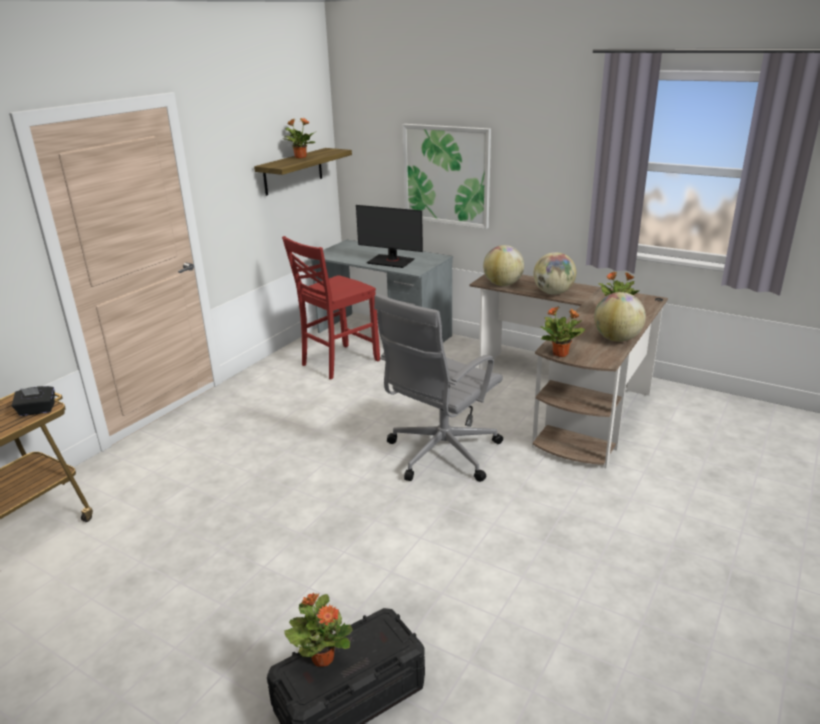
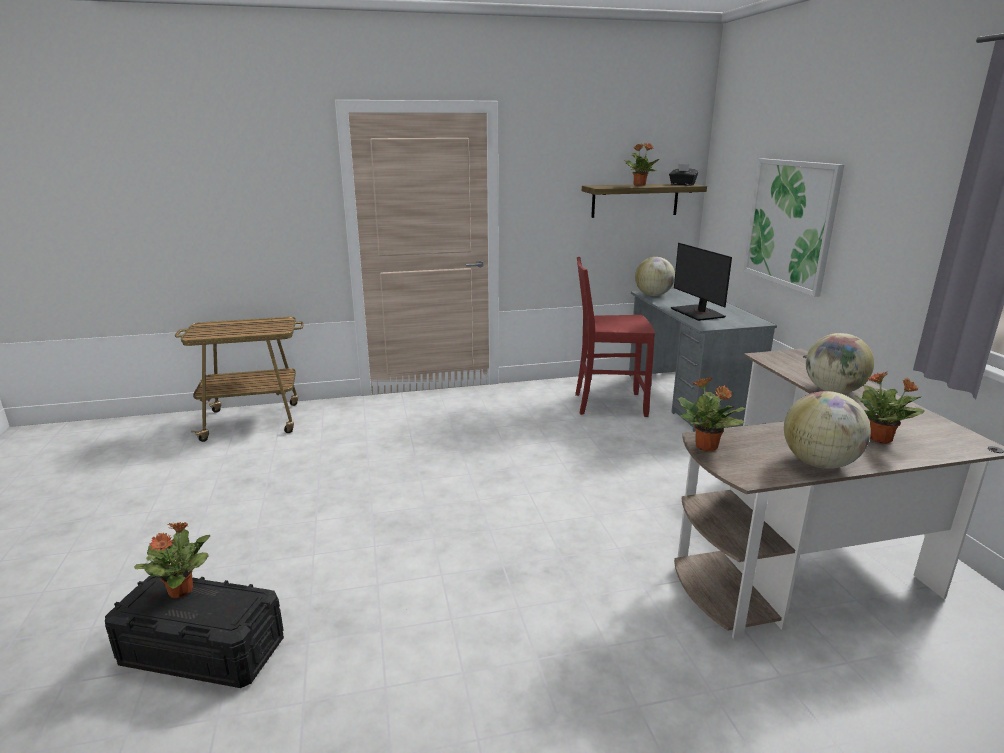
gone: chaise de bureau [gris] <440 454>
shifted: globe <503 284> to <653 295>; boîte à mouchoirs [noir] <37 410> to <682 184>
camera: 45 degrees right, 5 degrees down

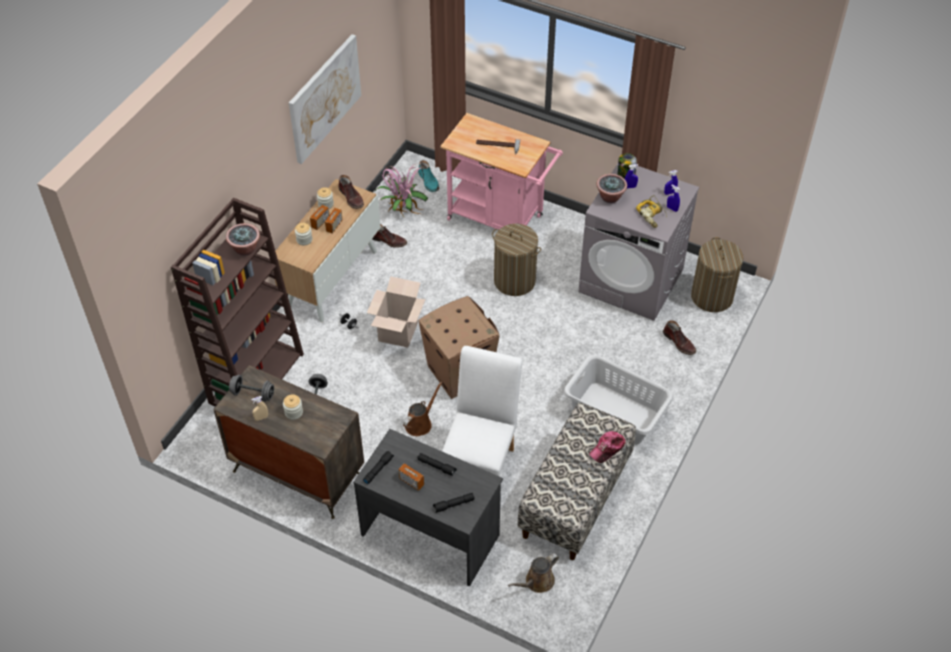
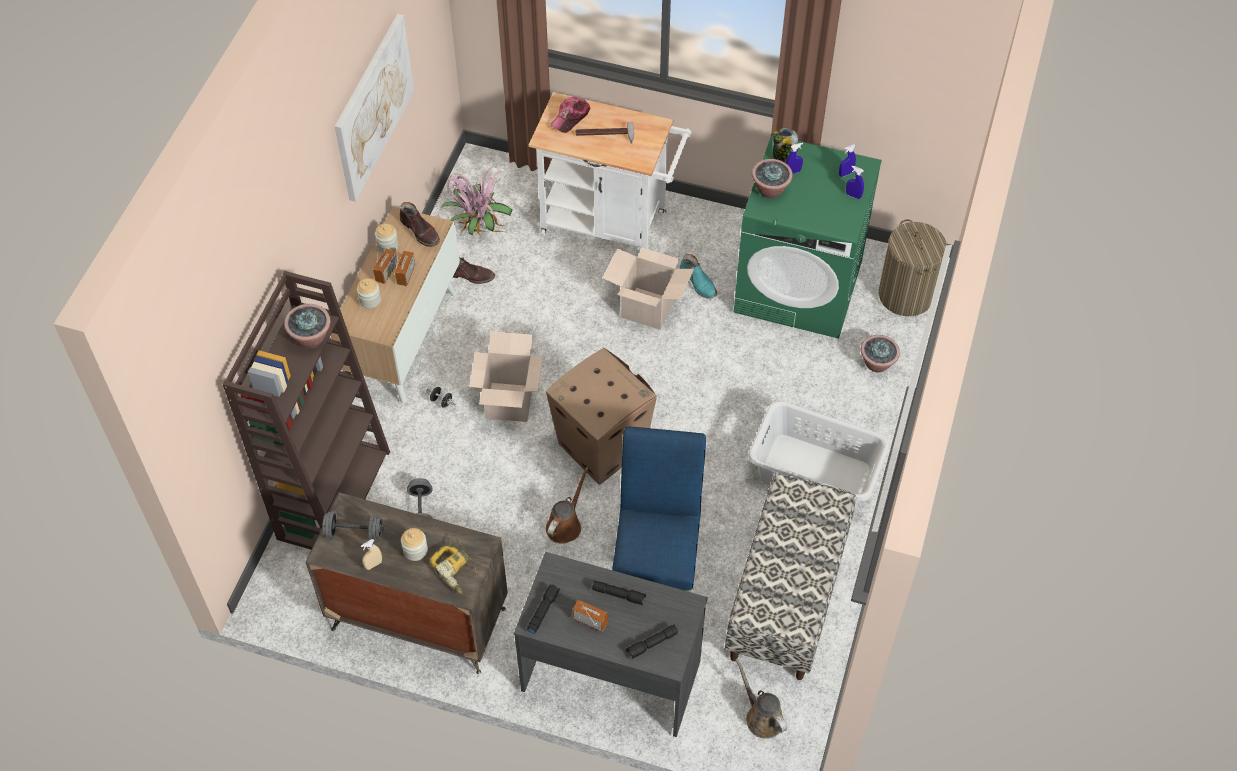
shifted: perceuse <652 215> to <456 568>; casquette <607 449> to <570 117>; botte [turquoise] <429 181> to <699 282>
swapped: panier à linge <514 281> to carton <647 309>; botte [marron] <679 342> to plante en pot <877 364>
repainted: chariot [rose] <500 219> to chariot [blanc] <611 225>; chaise [blanc] <481 464> to chaise [bleu] <657 568>; lave-linge [gris] <631 280> to lave-linge [vert] <799 287>
rotated: arrosoir [marron] <537 582> = <761 717> 105 degrees clockwise
camera: 10 degrees left, 5 degrees up

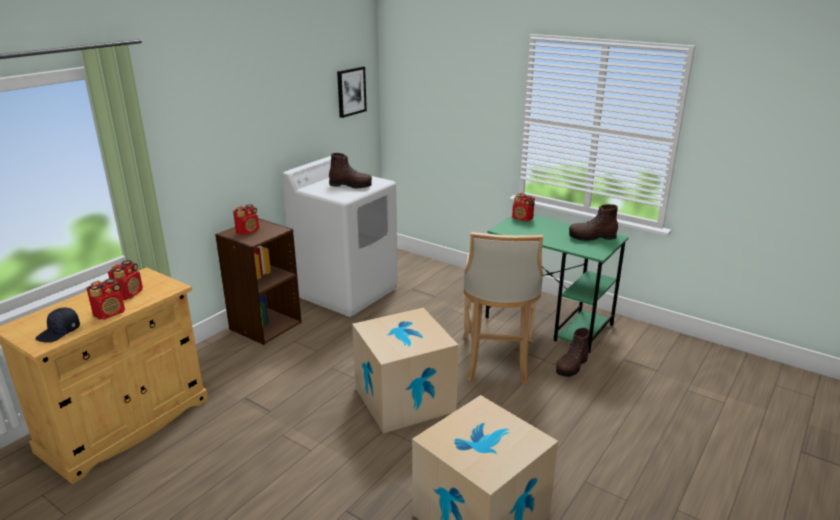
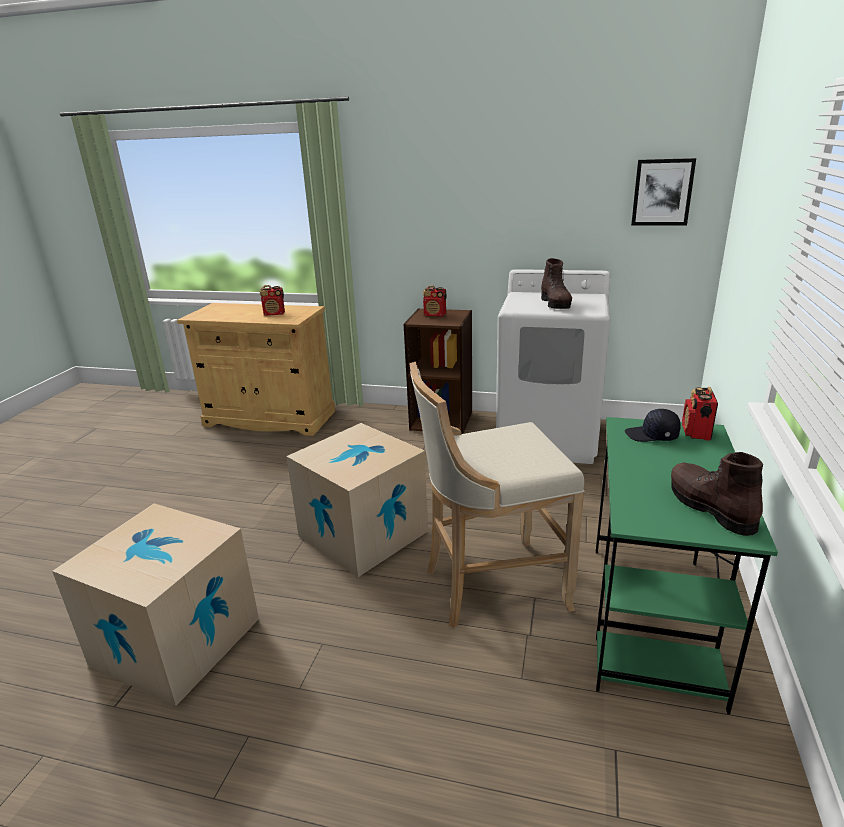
gone: radio <110 313>; botte [marron] <572 366>
shifted: casquette [noir] <59 332> to <652 436>
camera: 70 degrees right, 0 degrees up

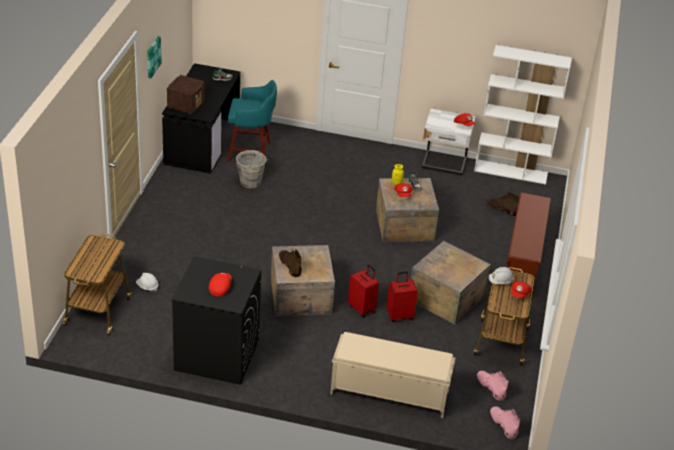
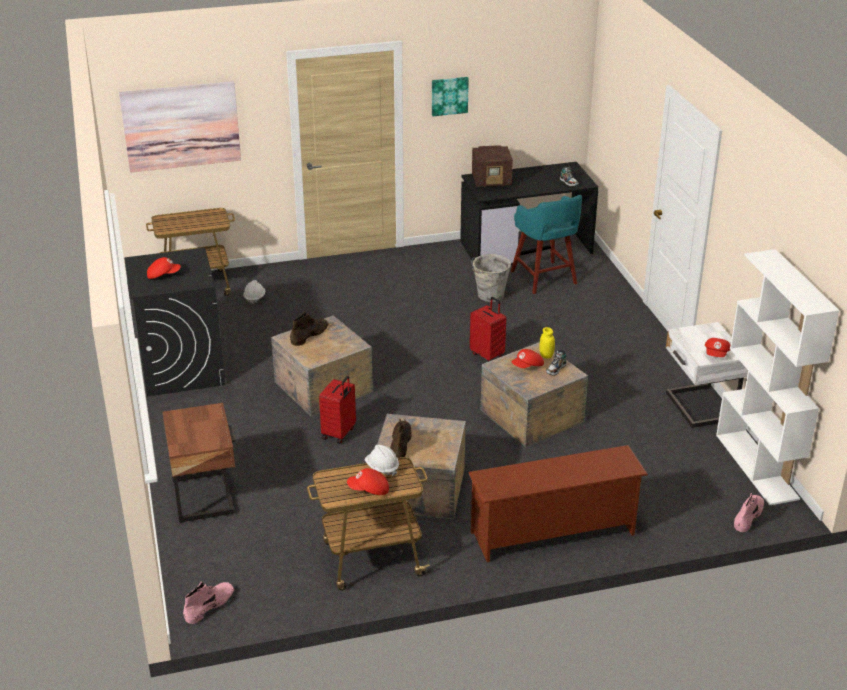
new: tableau <181 126>
shifted: botte [marron] <501 208> to <400 442>; valise [rouge] <399 315> to <488 355>; botte [rose] <490 387> to <748 516>
swapped: banc [beige] <389 392> to table de chevet [marron] <205 496>
camera: 65 degrees right, 5 degrees down

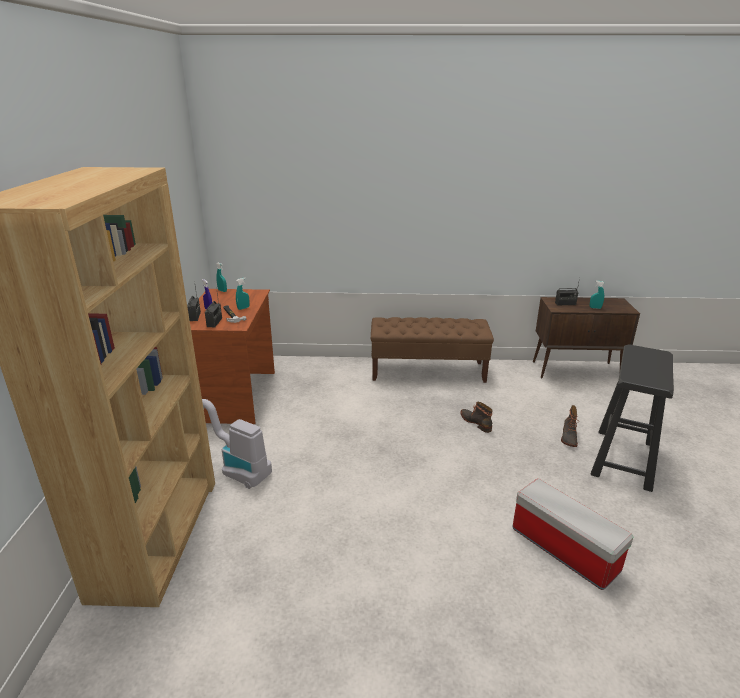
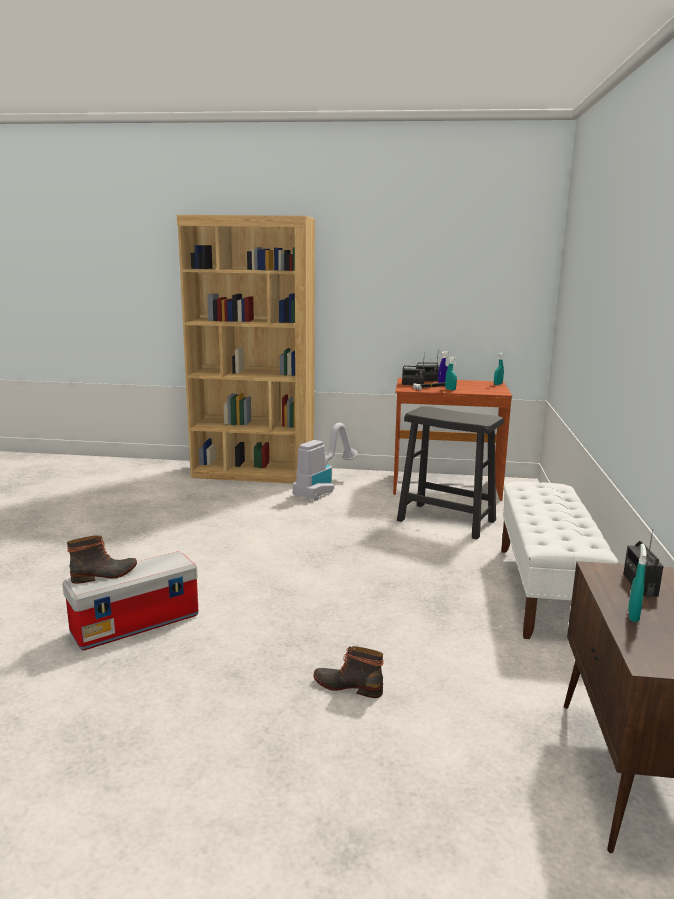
shifted: botte <476 422> to <105 575>; tabouret [noir] <623 459> to <445 520>
repainted: banc [marron] <428 371> to banc [blanc] <545 591>
camera: 95 degrees right, 10 degrees down

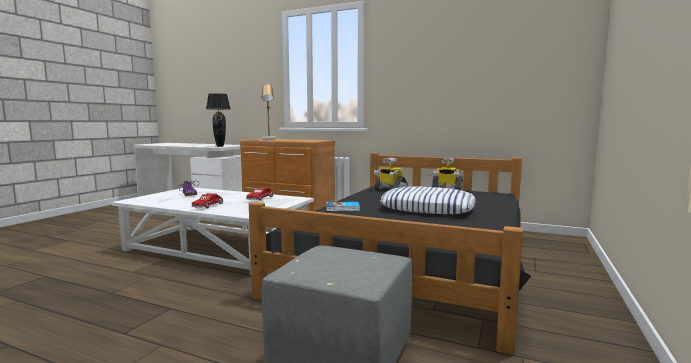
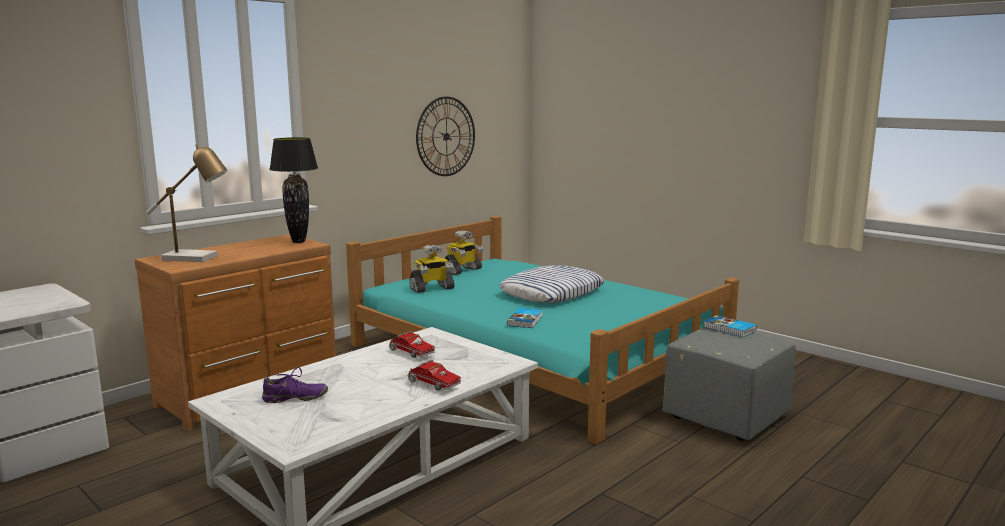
new: horloge murale <446 136>; livre <729 329>
shifted: lampe de table [noir] <220 146> to <298 241>
repainted: lit [noir] <414 260> to lit [turquoise] <535 356>
camera: 70 degrees left, 5 degrees up

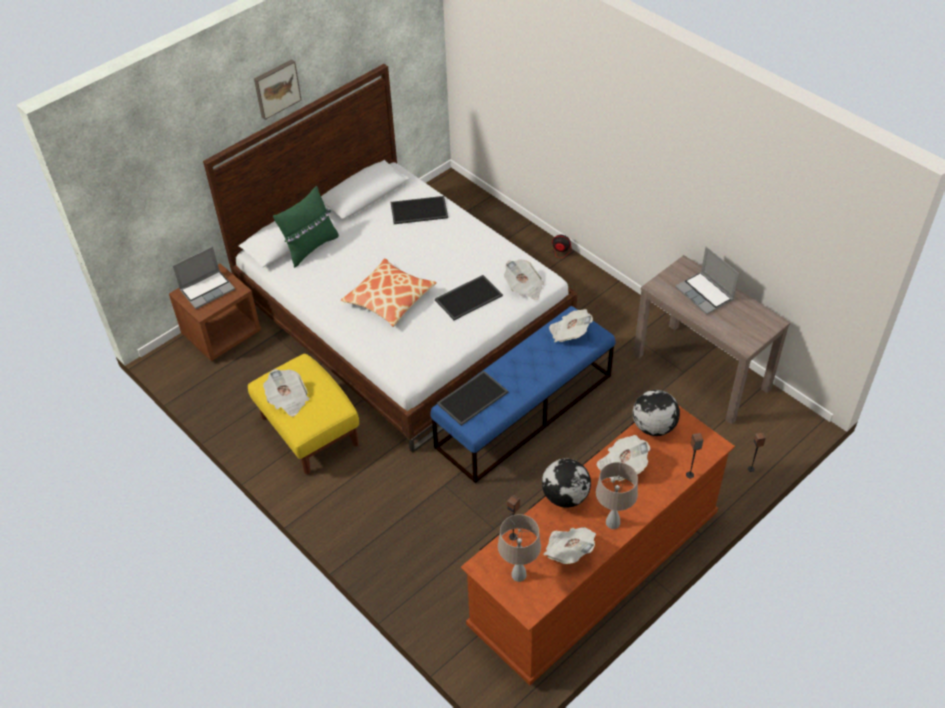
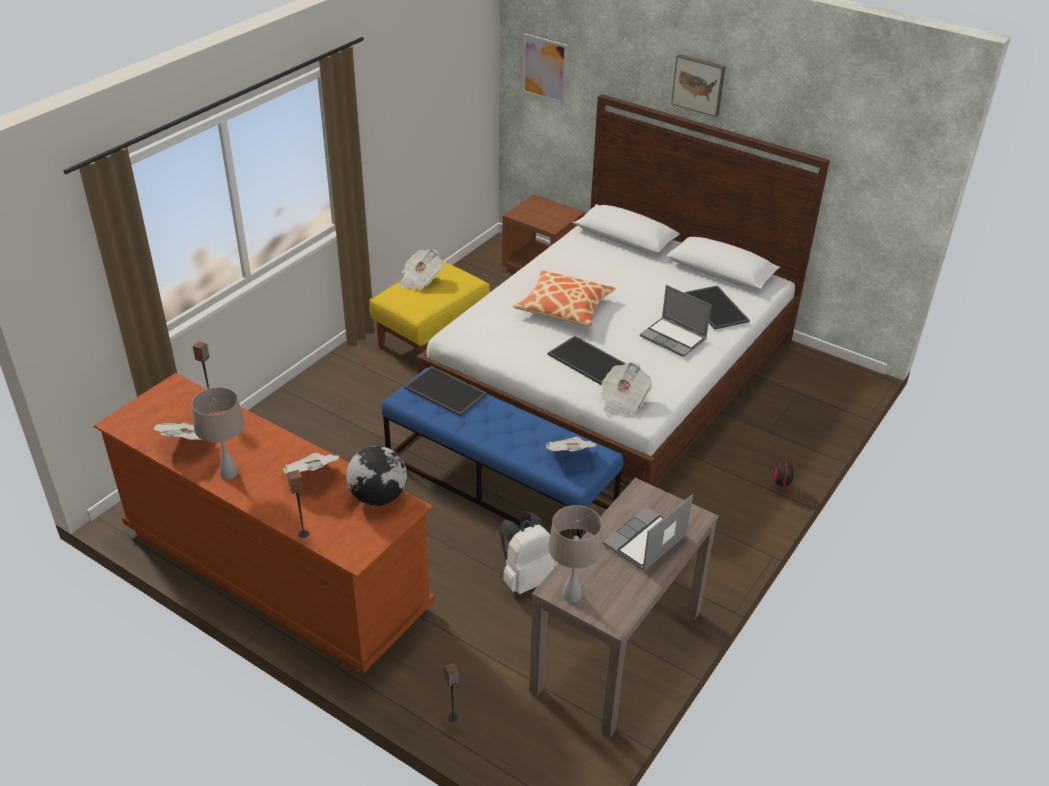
gone: coussin [vert] <310 247>; globe <565 496>
new: sac à dos [blanc] <526 578>; tableau <544 69>
shifted: lampe de table [beige] <518 575> to <571 595>; ordinateur portable <207 289> to <674 338>
camera: 75 degrees right, 10 degrees down

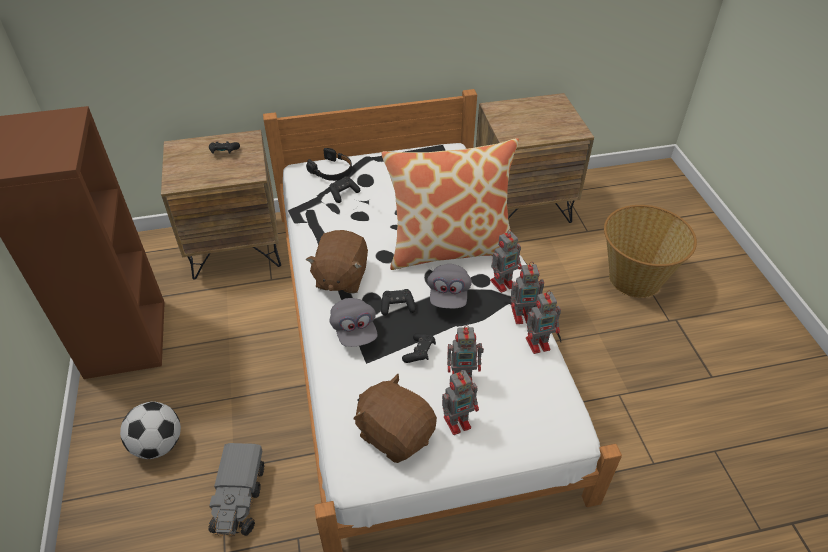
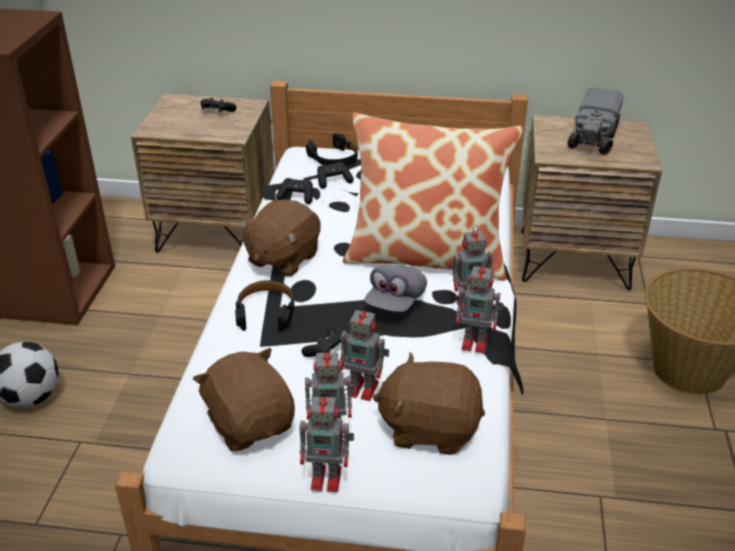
new: peluche [marron] <430 428>
shifted: manette [noir] <397 306> to <296 197>; robot jouet <539 343> to <328 478>; camion jouet <239 499> to <594 137>
swapped: casquette [gris] <354 331> to casque audio [noir] <266 312>
camera: 20 degrees right, 10 degrees down

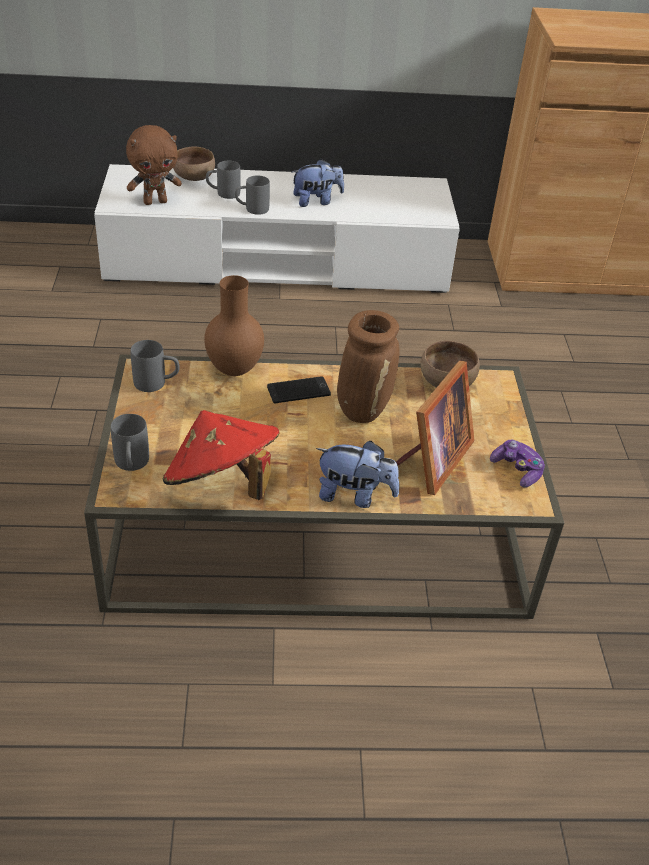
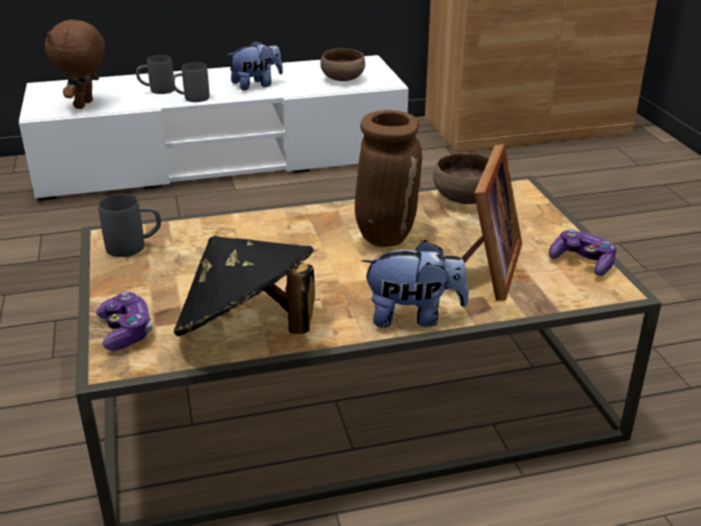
gone: vase [marron] <235 370>; téléphone <298 391>
shifted: bol [marron] <194 178> to <343 79>
swapped: mug [gris] <131 465> to manette <126 331>
repainted: chapeau [rouge] <222 484> to chapeau [noir] <247 332>
rotated: peluche [marron] <155 202> = <85 105> 135 degrees clockwise
camera: 10 degrees left, 10 degrees down

